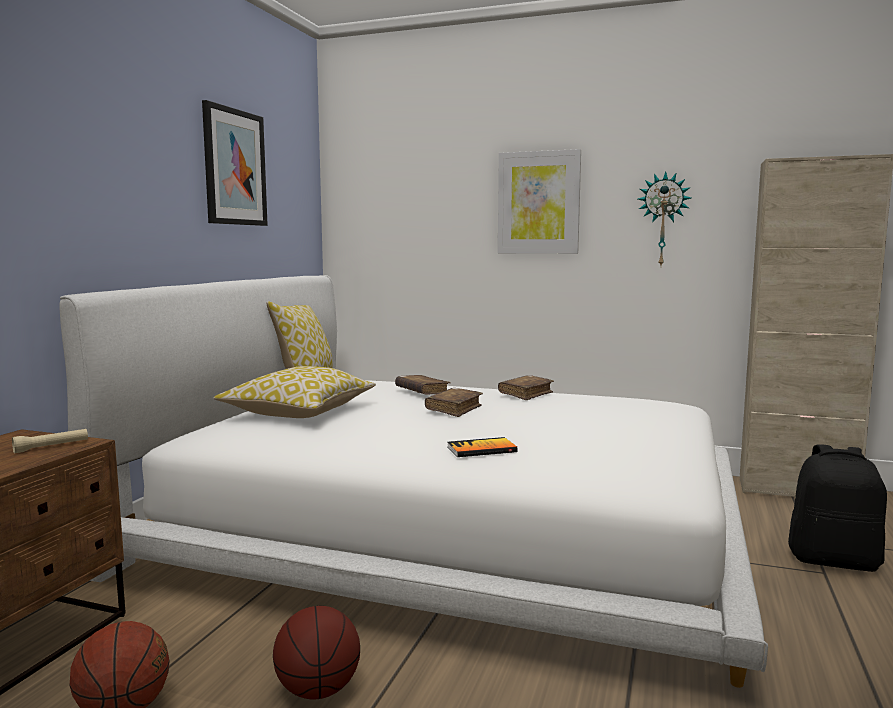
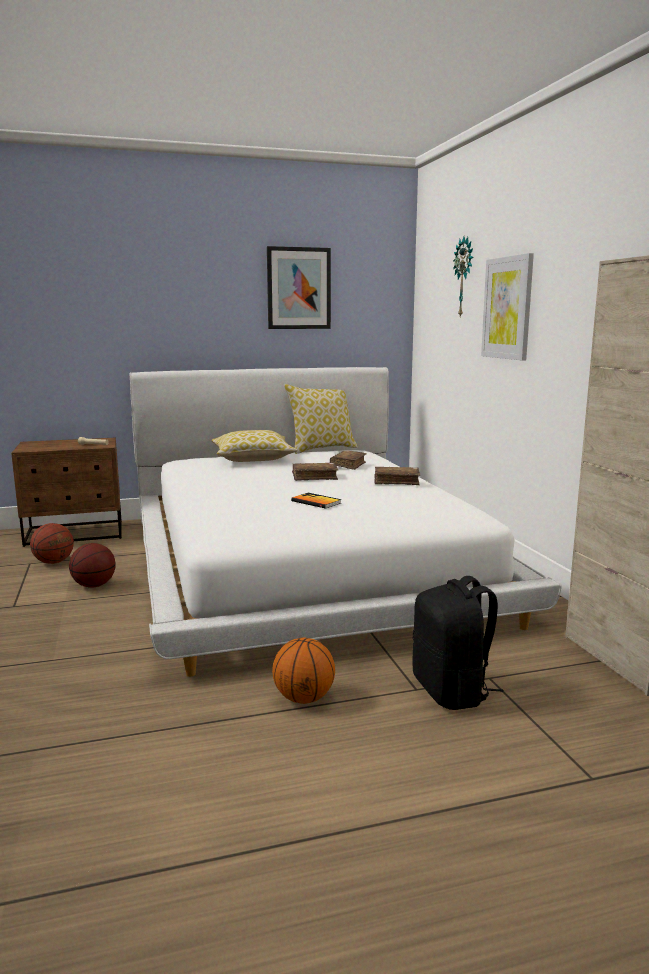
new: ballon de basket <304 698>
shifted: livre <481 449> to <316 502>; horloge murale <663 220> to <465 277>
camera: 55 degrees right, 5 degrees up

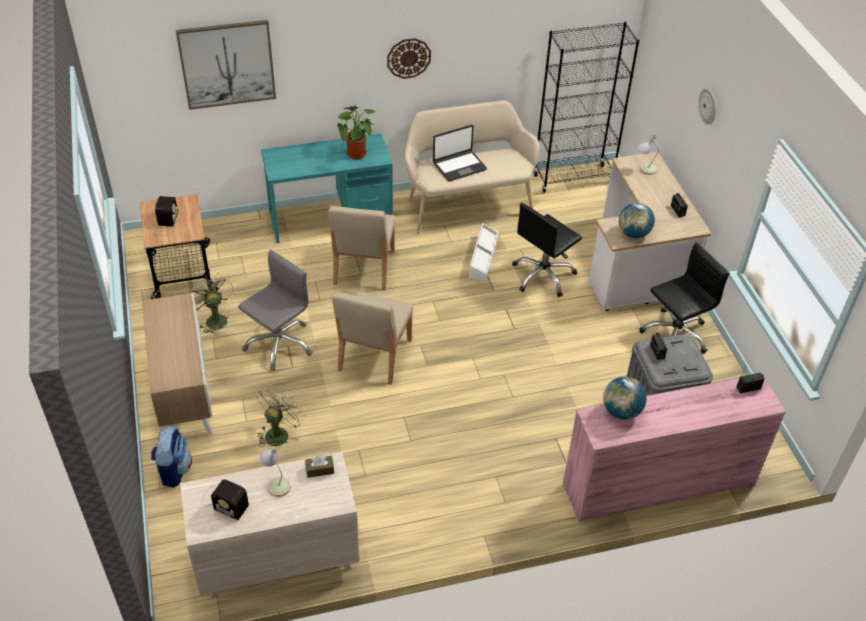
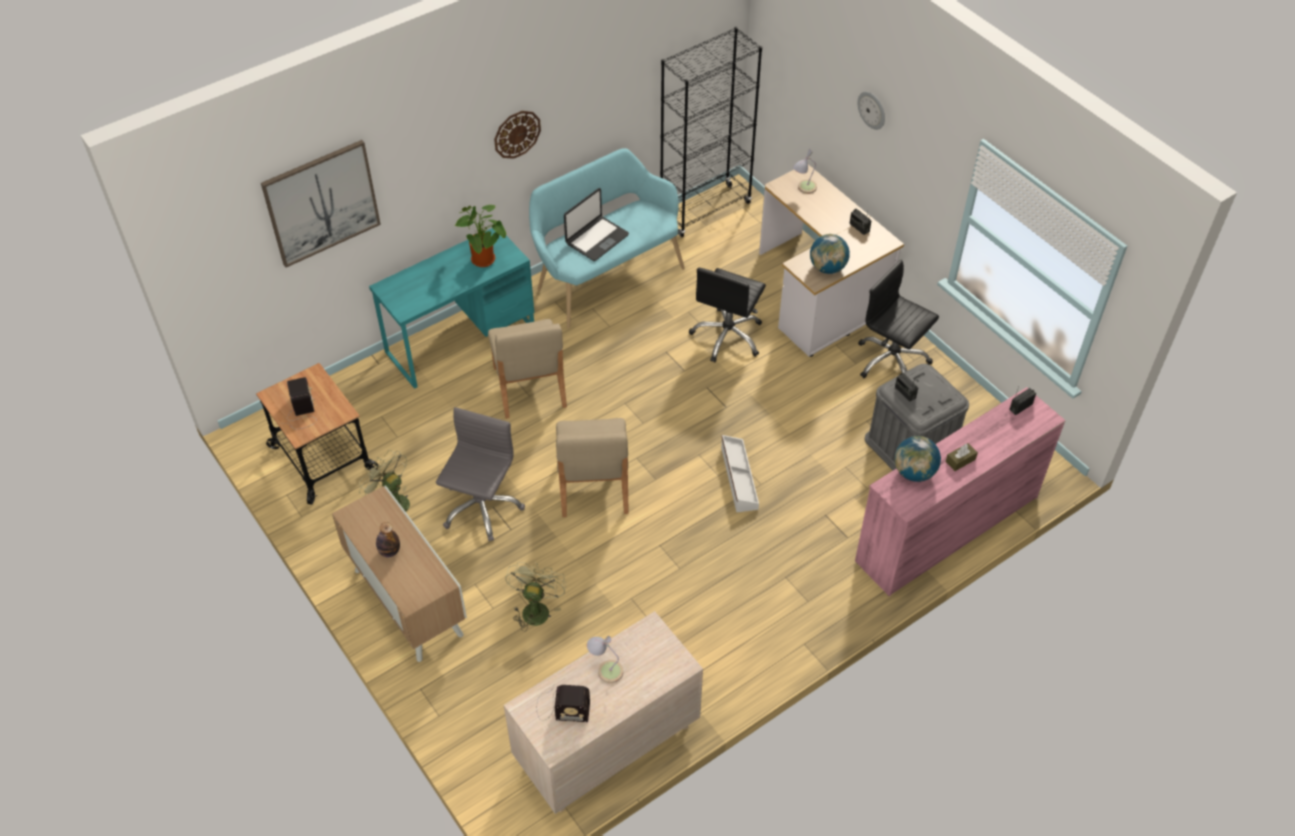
gone: sac à dos <173 470>
new: bouteille <389 551>
shifted: boîte de rangement [blanc] <482 257> to <738 478>; boîte à mouchoirs [marron] <320 470> to <960 460>
repainted: banc [beige] <467 205> to banc [turquoise] <605 276>
rotated: chaise de bureau [noir] <675 334> = <891 361> 90 degrees counterclockwise
camera: 20 degrees left, 5 degrees up

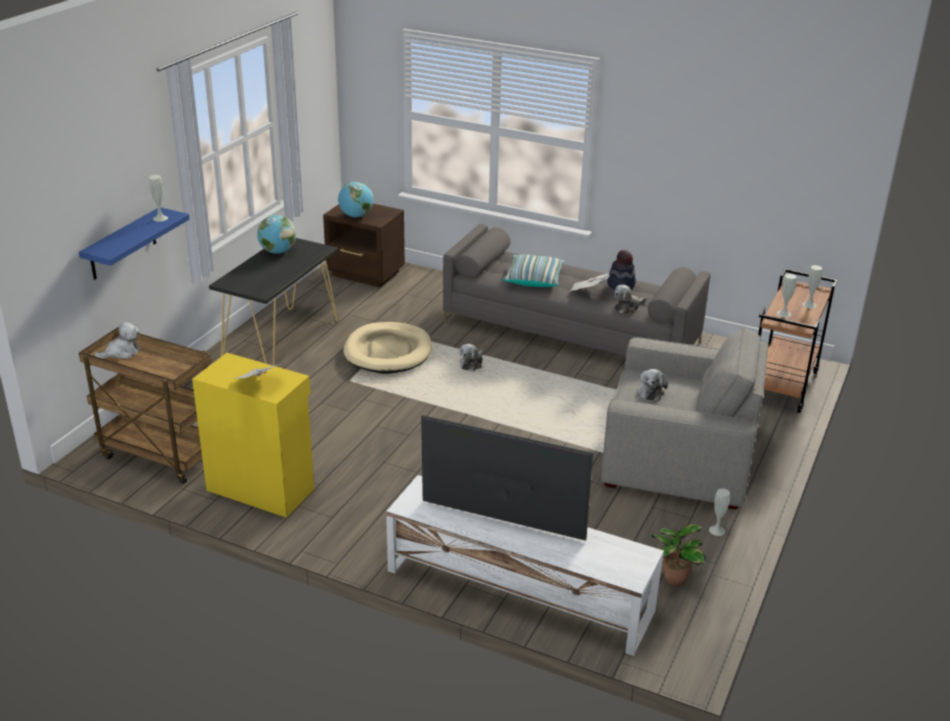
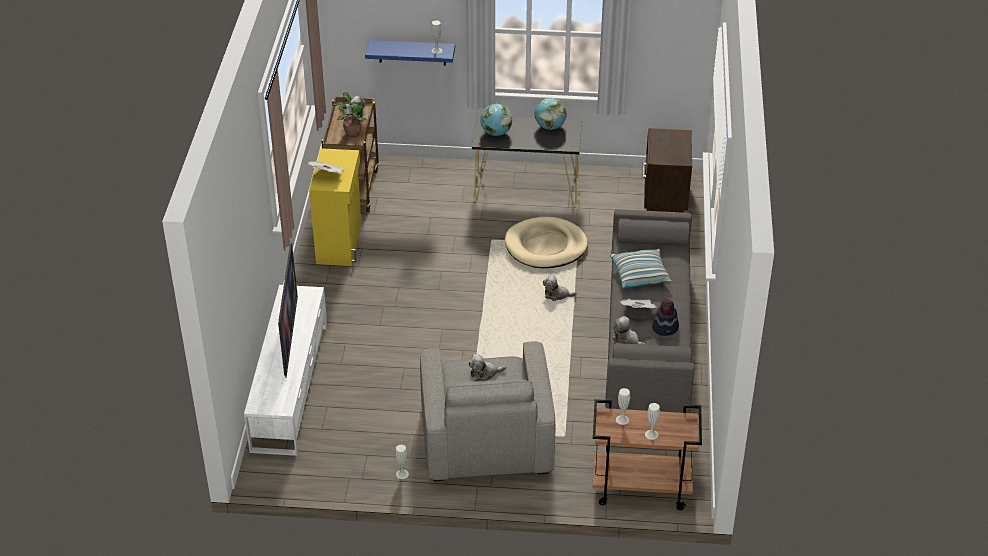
shifted: plante en pot <673 579> to <352 133>; globe <356 216> to <496 133>
camera: 70 degrees right, 10 degrees up

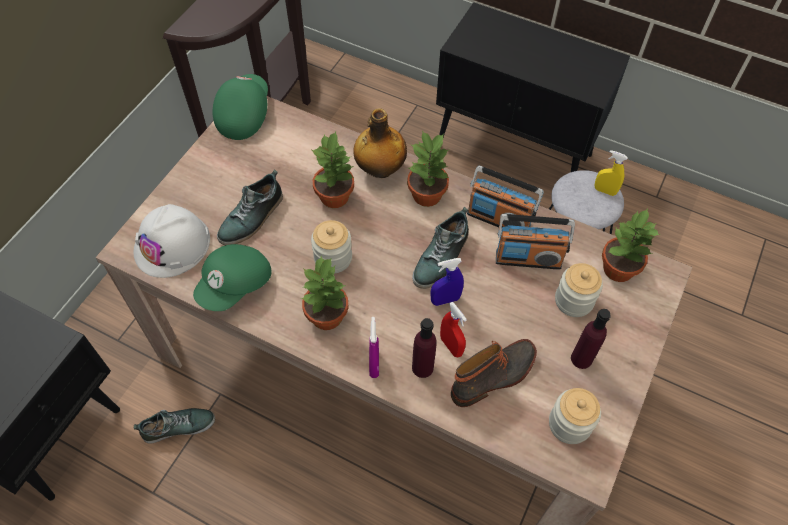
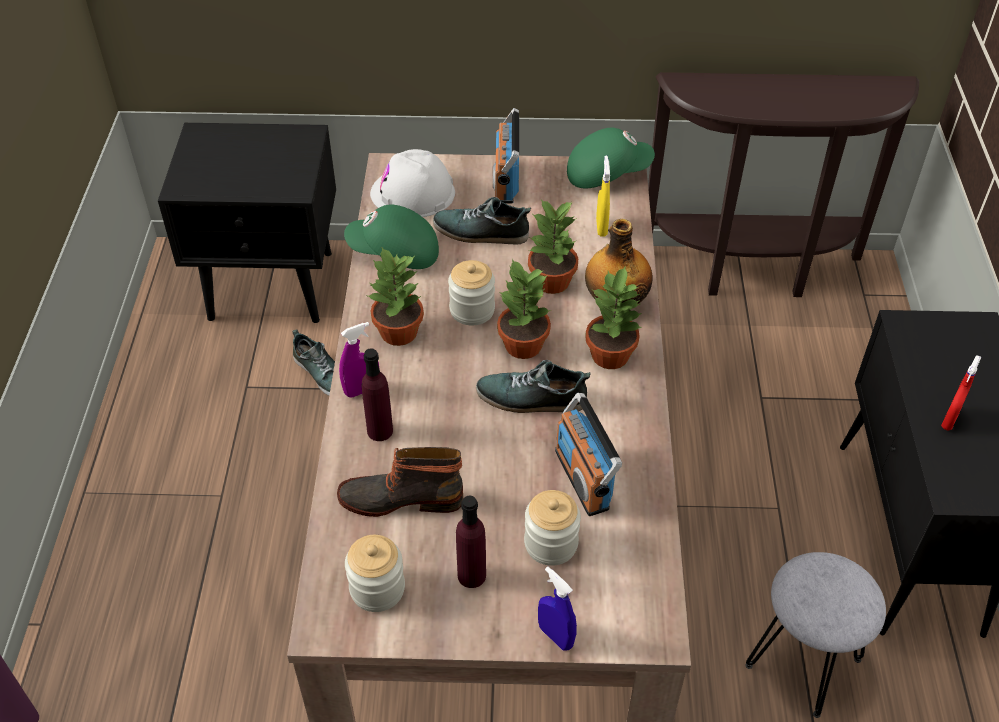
shifted: radio <499 219> to <505 181>; plante en pot <617 269> to <522 345>; vaporisateur [bleu] <445 300> to <555 636>; vaporisateur [jaune] <605 191> to <601 227>; vaporisateur [rouge] <451 346> to <949 420>
rotated: botte <494 377> = <401 498> 150 degrees clockwise
camera: 65 degrees right, 10 degrees down

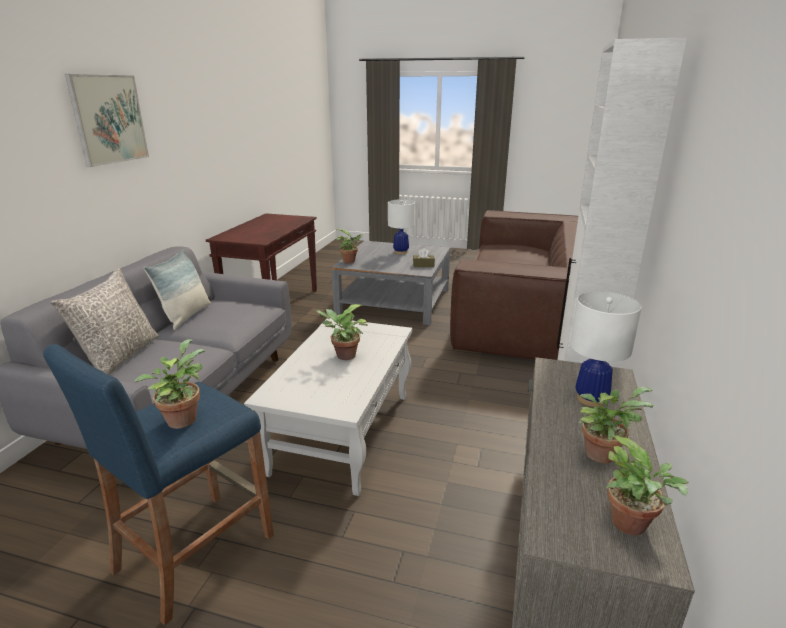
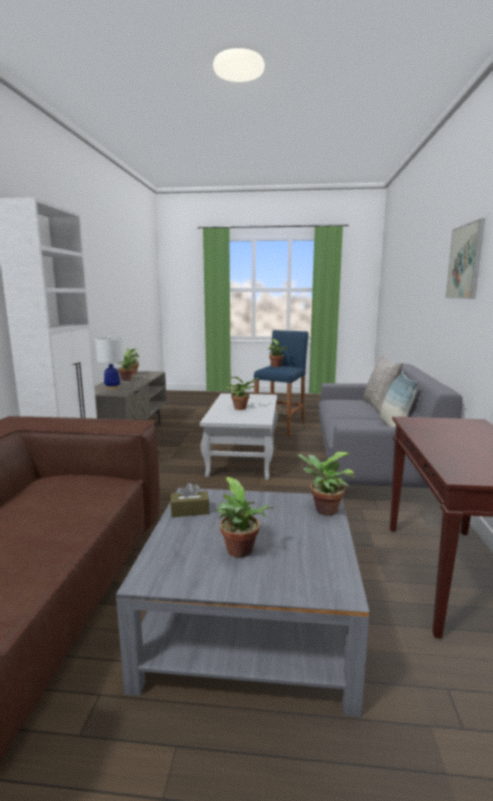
swapped: lampe de table [blanc] <401 252> to plante en pot <241 552>
camera: 170 degrees right, 10 degrees down

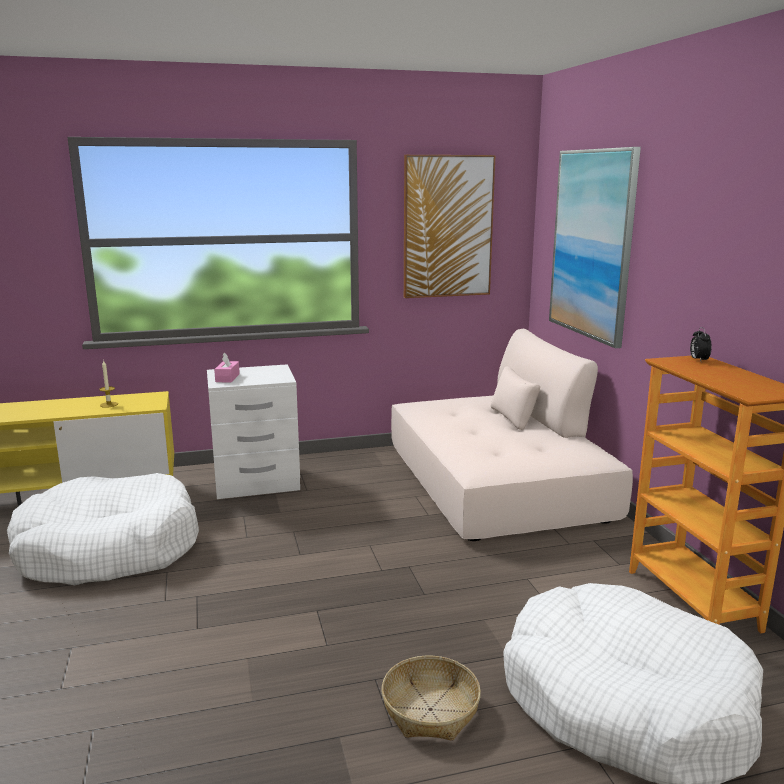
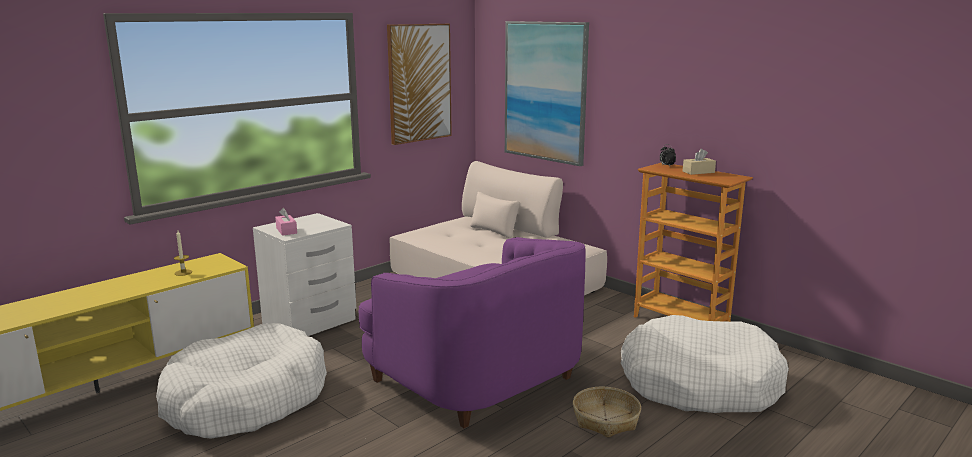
new: fauteuil [violet] <477 376>; boîte à mouchoirs [beige] <698 172>
camera: 30 degrees left, 0 degrees up

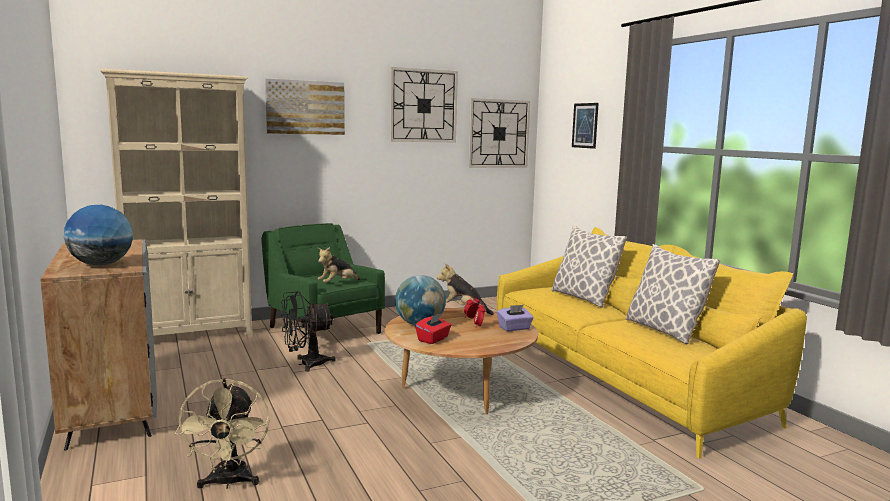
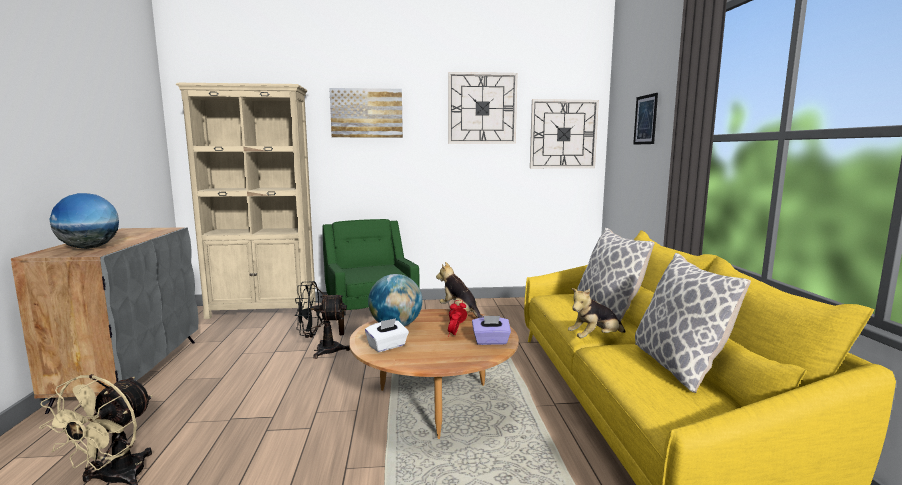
shifted: peluche <337 284> to <595 338>
repainted: boîte à mouchoirs [rouge] <433 339> to boîte à mouchoirs [blanc] <387 346>
camera: 20 degrees right, 0 degrees up

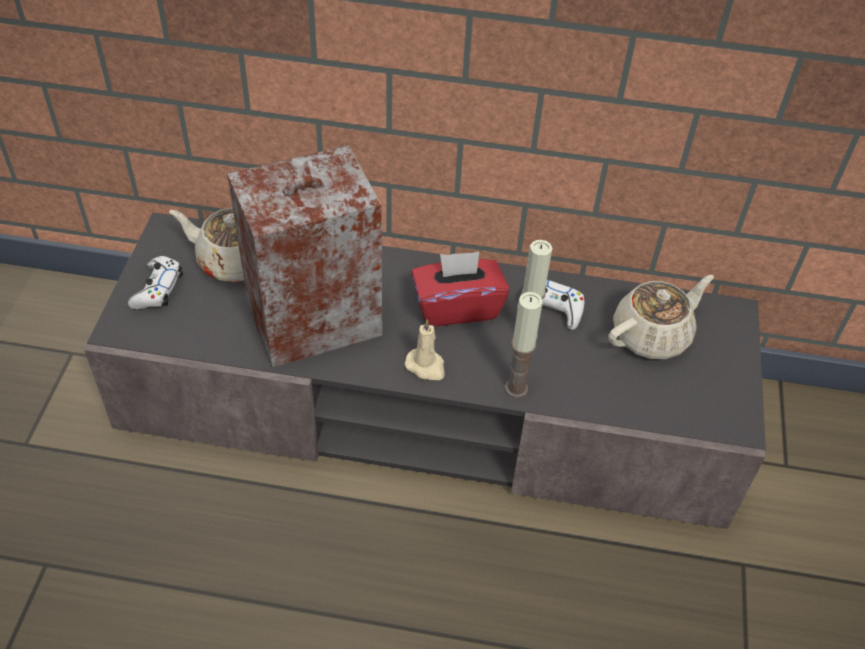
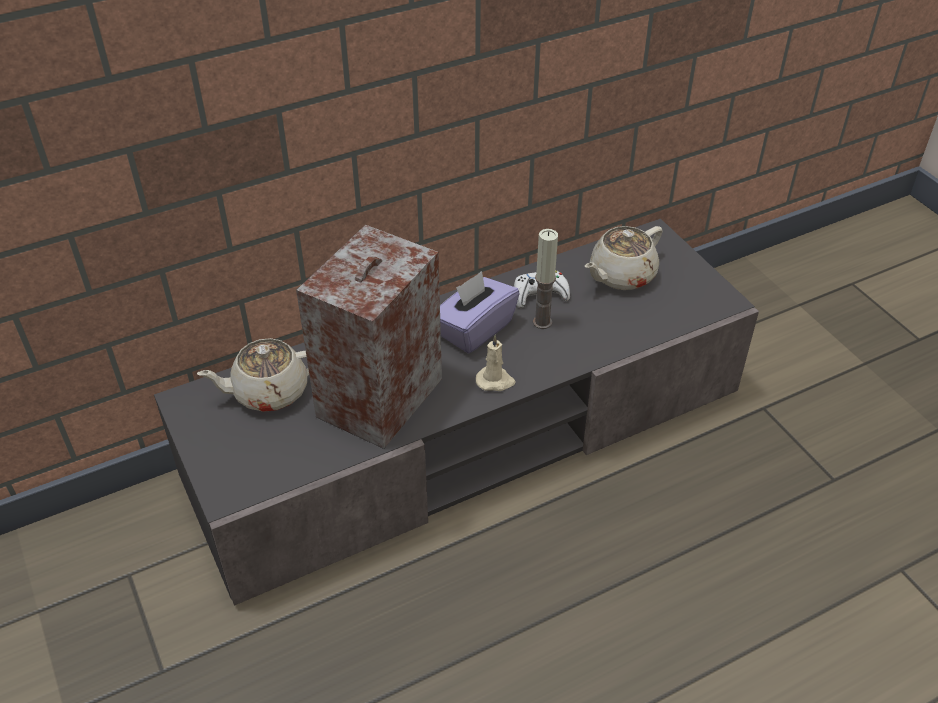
gone: manette [blanc] <157 289>; bougie <516 388>
repainted: boîte à mouchoirs [rouge] <457 307> to boîte à mouchoirs [violet] <474 329>
rotated: théière [beige] <652 335> = <621 275> 150 degrees counterclockwise
camera: 35 degrees left, 5 degrees down

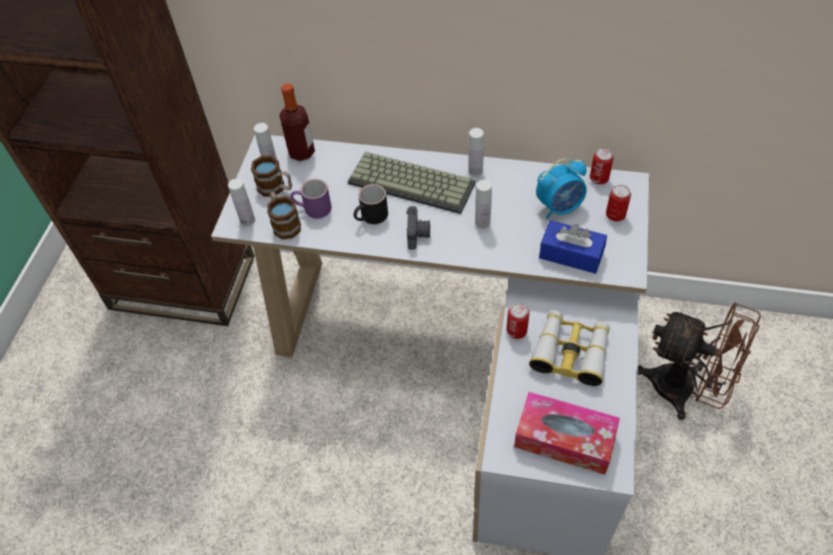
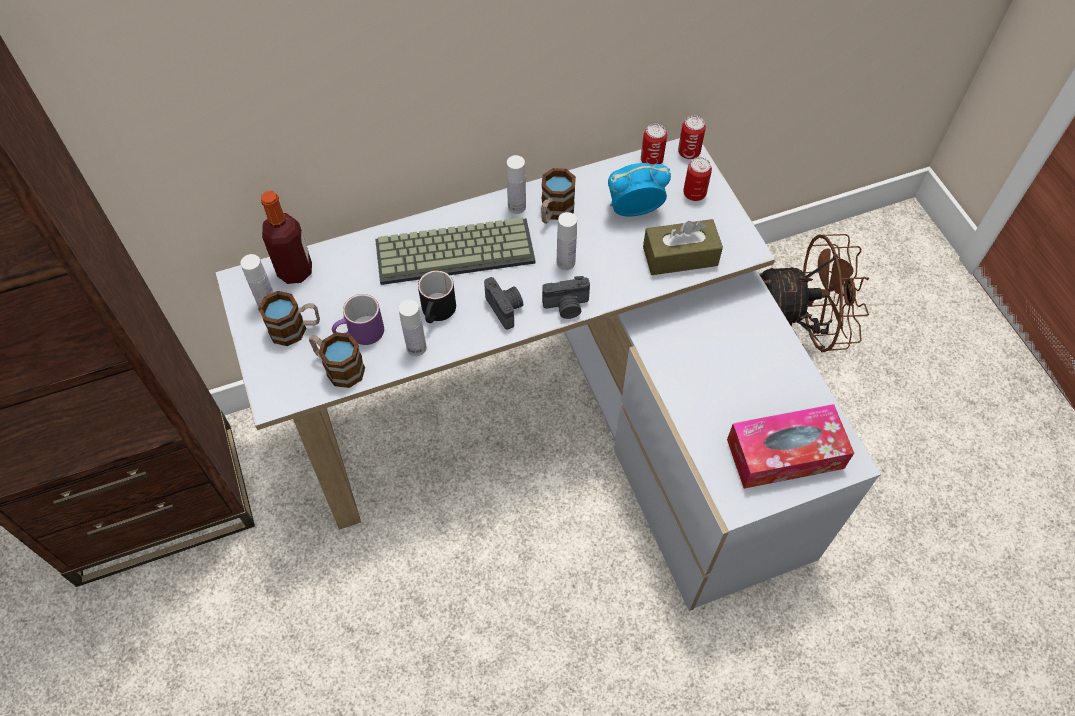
gone: jumelles <570 352>
new: mug <554 212>; appareil photo <566 307>
shifted: bouteille [blanc] <247 220> to <416 348>; boîte métallique <516 331> to <689 152>
repainted: boîte à mouchoirs [bleu] <571 254> to boîte à mouchoirs [marron] <680 256>
rotated: réveil <559 207> = <633 209> 135 degrees counterclockwise
camera: 35 degrees left, 5 degrees up

